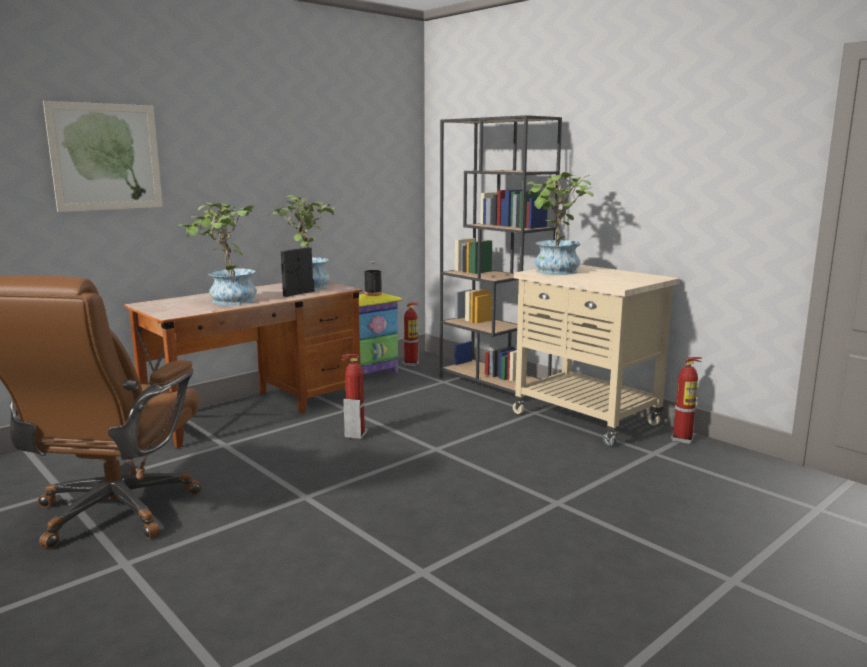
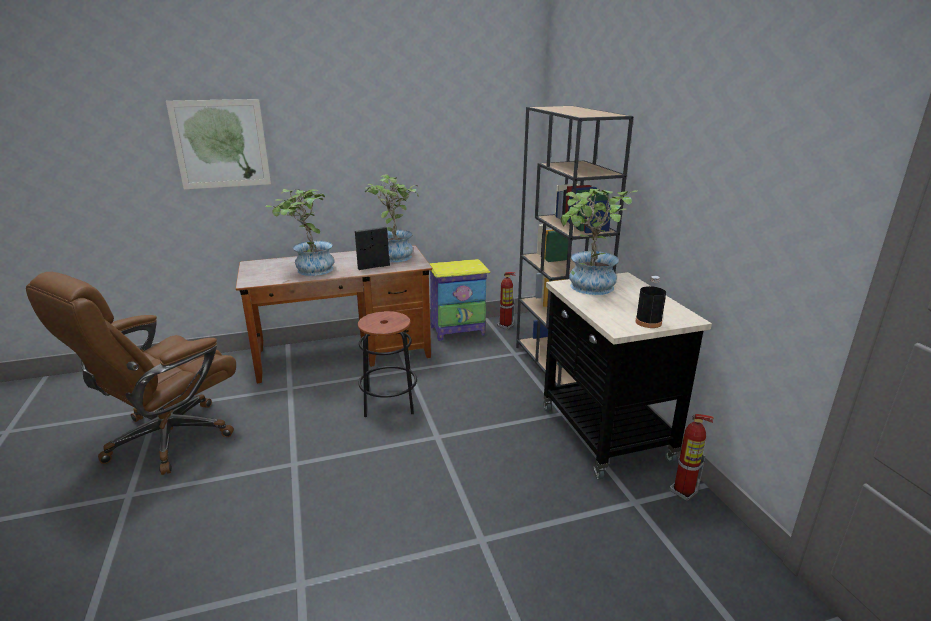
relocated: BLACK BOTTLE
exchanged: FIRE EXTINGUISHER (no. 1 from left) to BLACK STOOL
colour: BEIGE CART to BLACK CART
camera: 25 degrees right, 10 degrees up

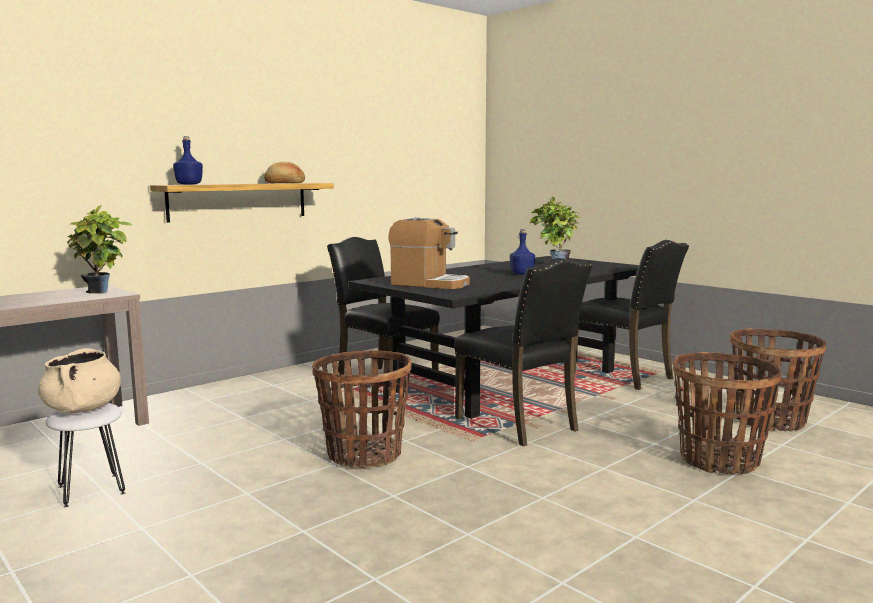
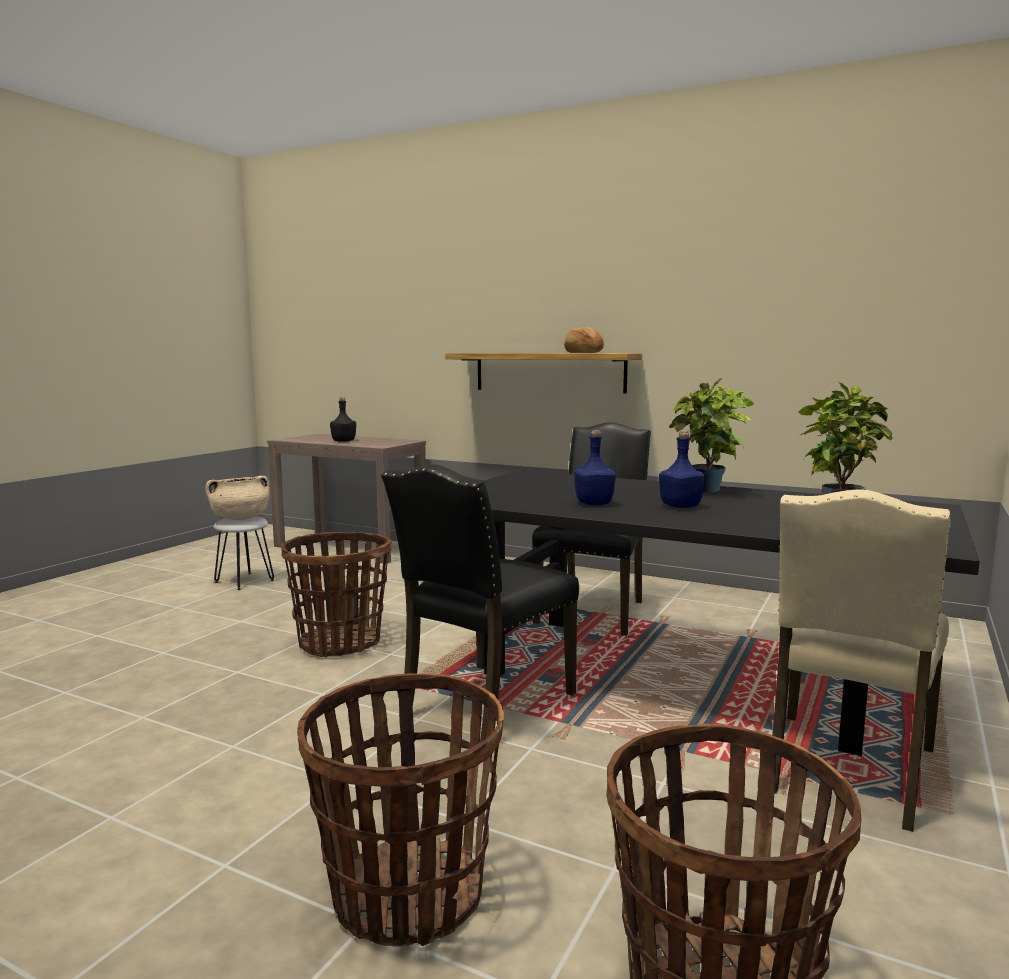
missing: COFFEE MACHINE
appeared: BLACK BOTTLE
relocated: POTTED PLANT (no. 1 from left); BLUE BOTTLE (no. 1 from left)
colour: BLACK CHAIR (no. 3 from left) to BEIGE CHAIR
camera: 70 degrees right, 0 degrees up

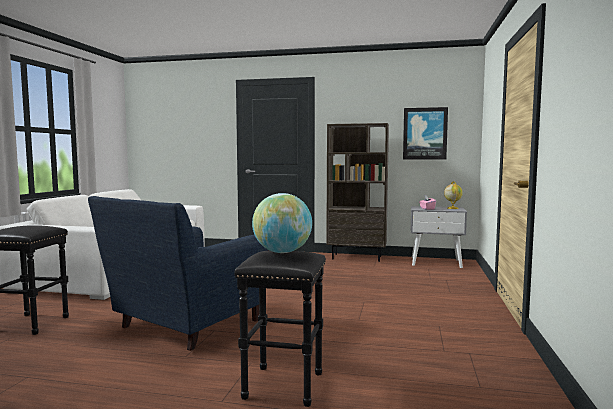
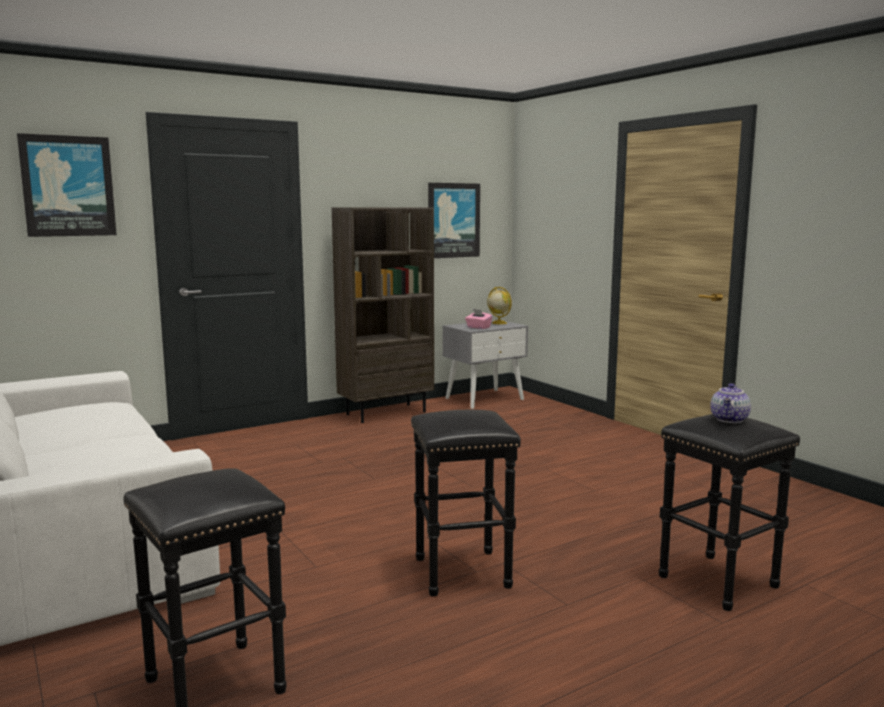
appeared: PICTURE (no. 1 from left)
exchanged: BLUE ARMCHAIR to BLACK STOOL (no. 2 from left); GLOBE (no. 1 from left) to TEAPOT
camera: 45 degrees left, 5 degrees up

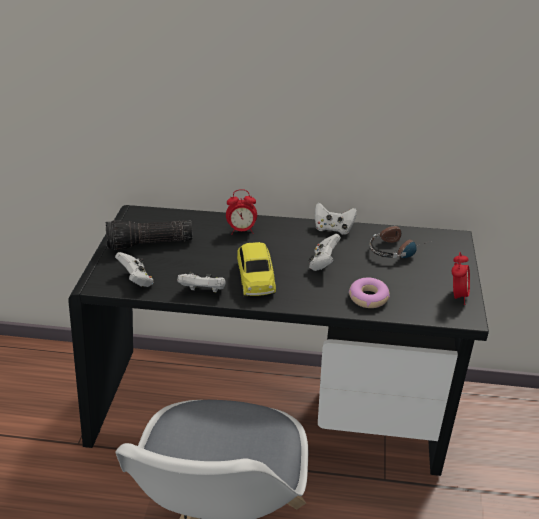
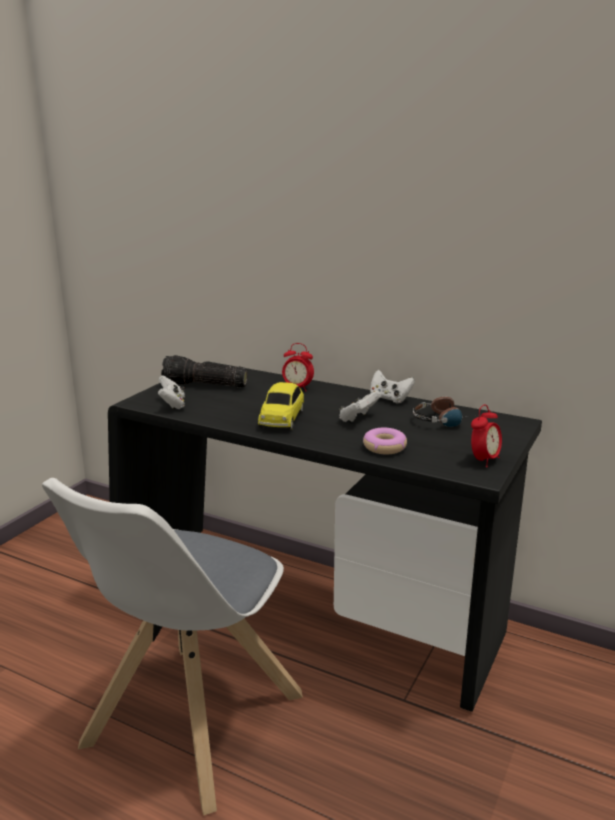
missing: WHITE GAME CONTROLLER (no. 2 from left)
camera: 20 degrees right, 15 degrees down

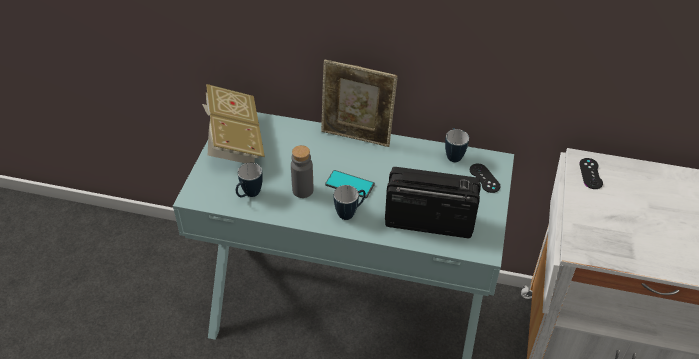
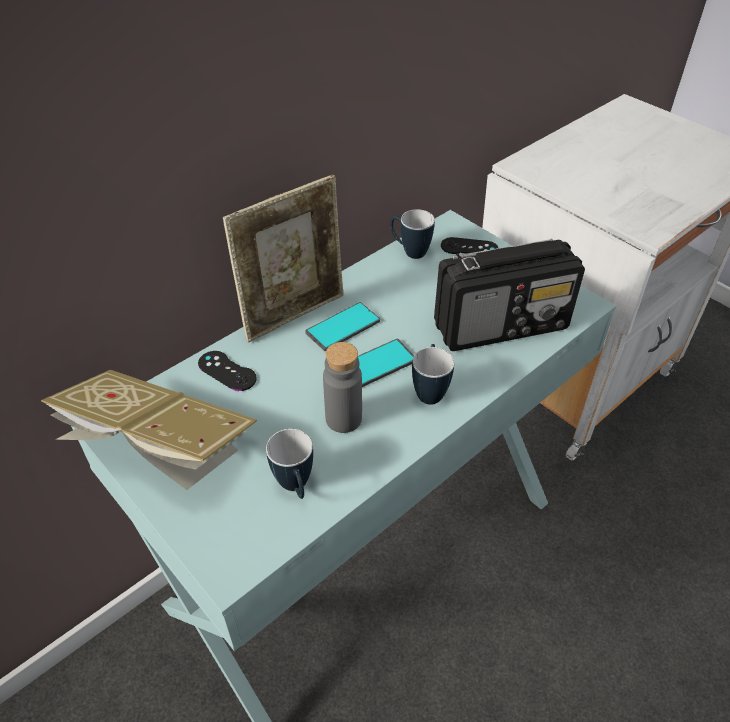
appeared: PHONE (no. 1 from left)
relocated: BLACK GAME CONTROLLER (no. 2 from left in the first image) to BLACK GAME CONTROLLER (no. 1 from left)
spun: RADIO 150 degrees counterclockwise
camera: 55 degrees left, 0 degrees up

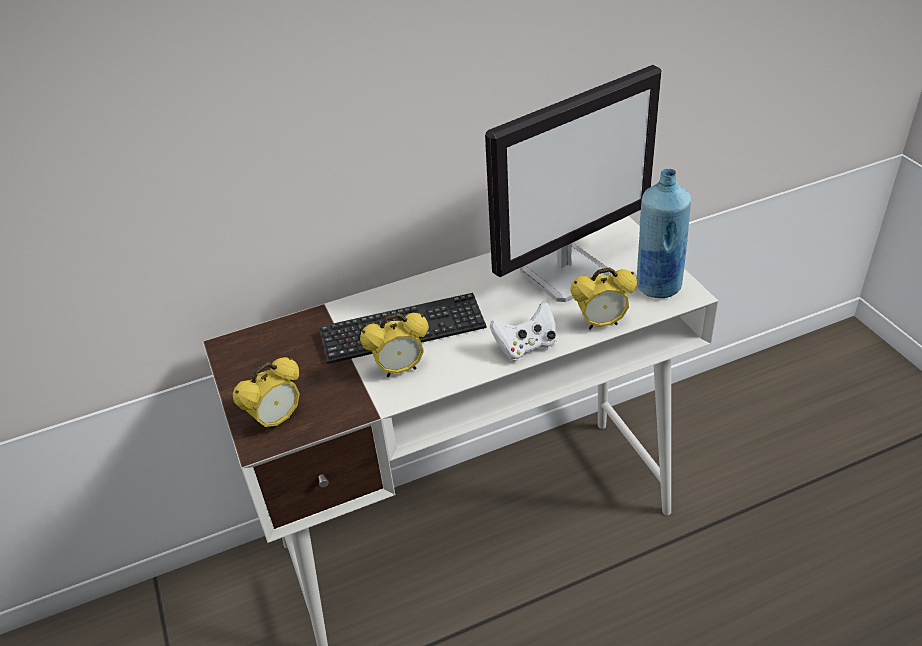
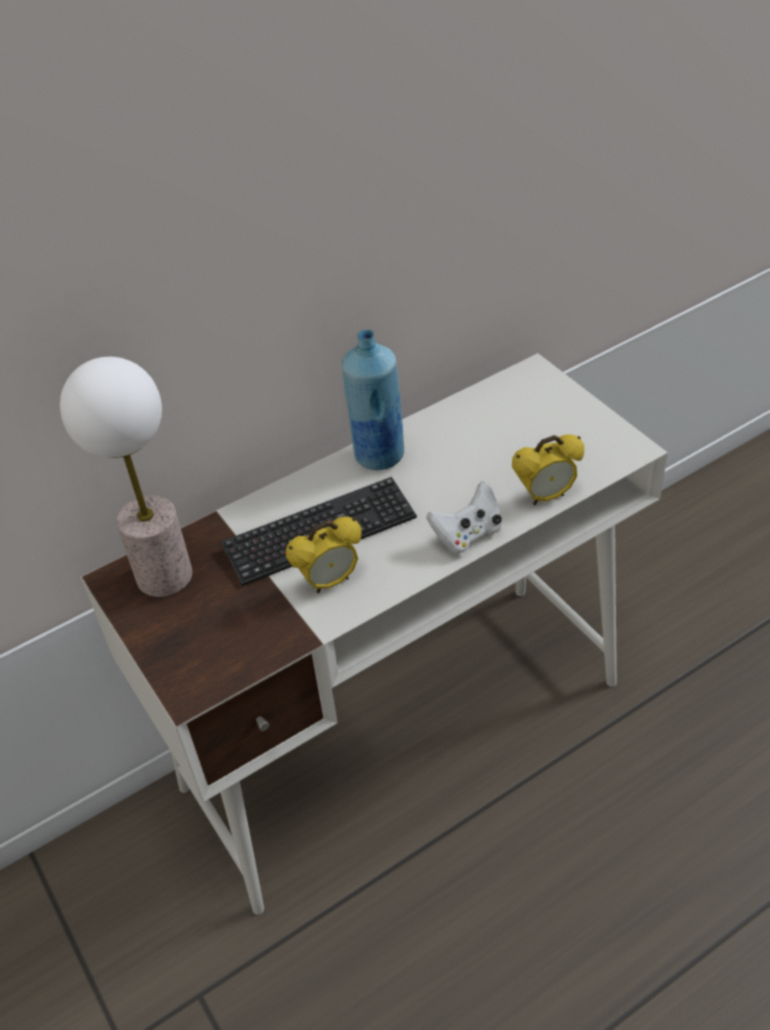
missing: ALARM CLOCK (no. 1 from left); MONITOR
appeared: TABLE LAMP
relocated: BLUE BOTTLE
camera: 10 degrees left, 5 degrees up

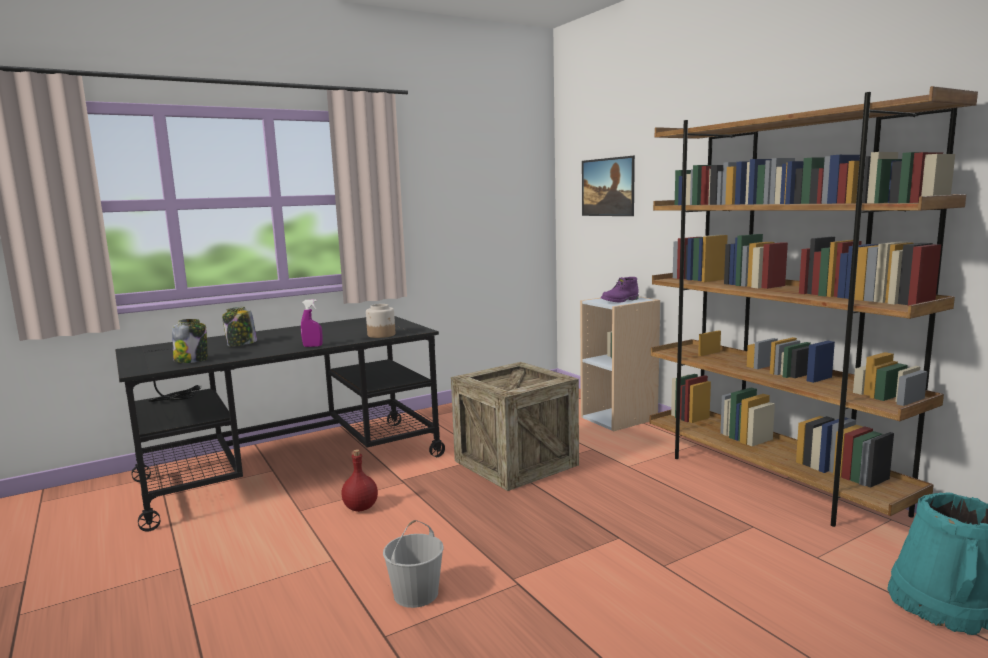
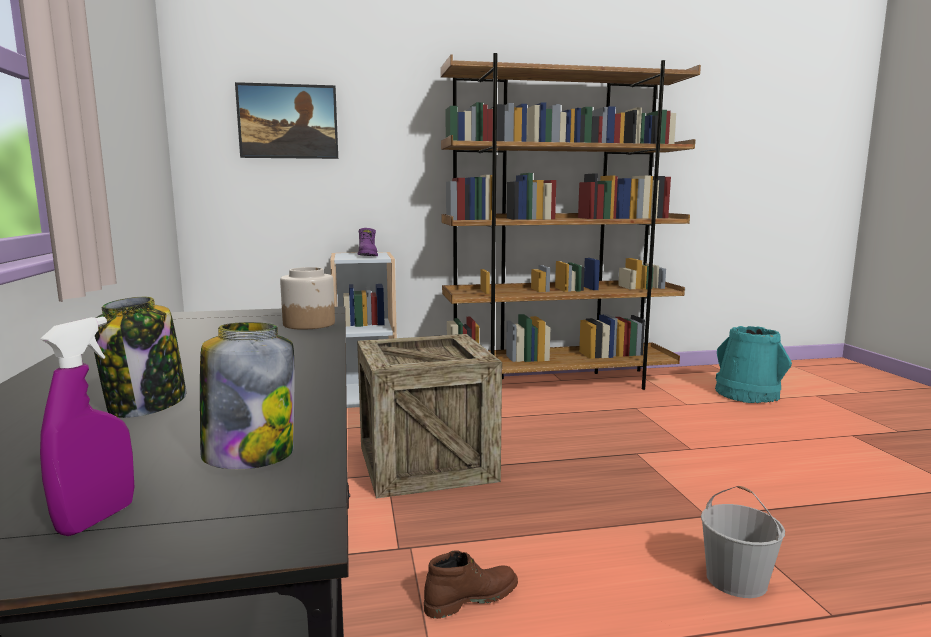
relocated: PURPLE SPRAY BOTTLE
exchanged: RED BOTTLE to BROWN BOOT
camera: 70 degrees left, 0 degrees up

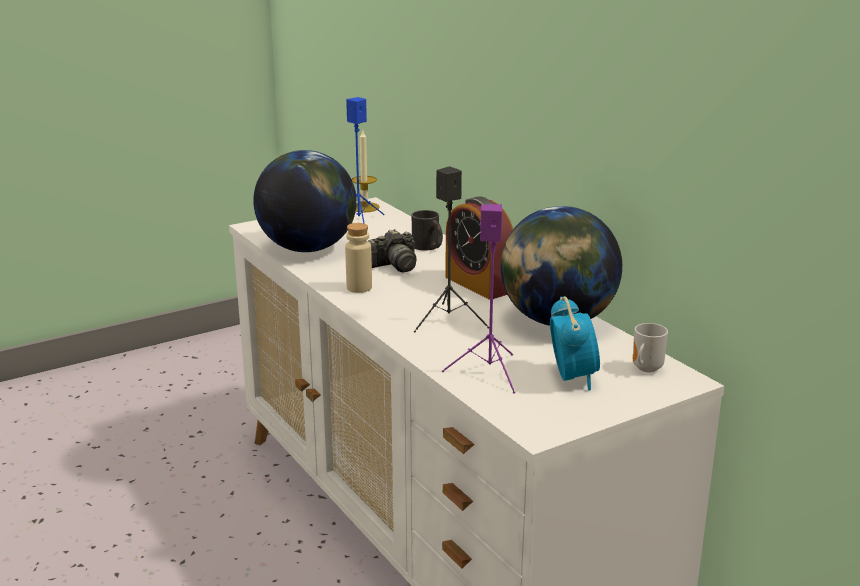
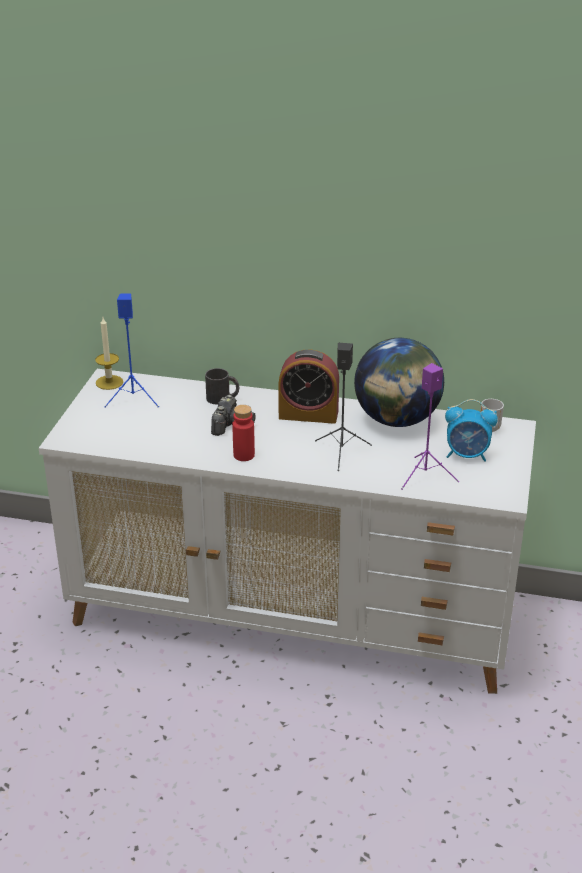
missing: GLOBE (no. 1 from left)
colour: BEIGE BOTTLE to RED BOTTLE
spun: ALARM CLOCK (no. 2 from left) 150 degrees clockwise
camera: 45 degrees left, 10 degrees up

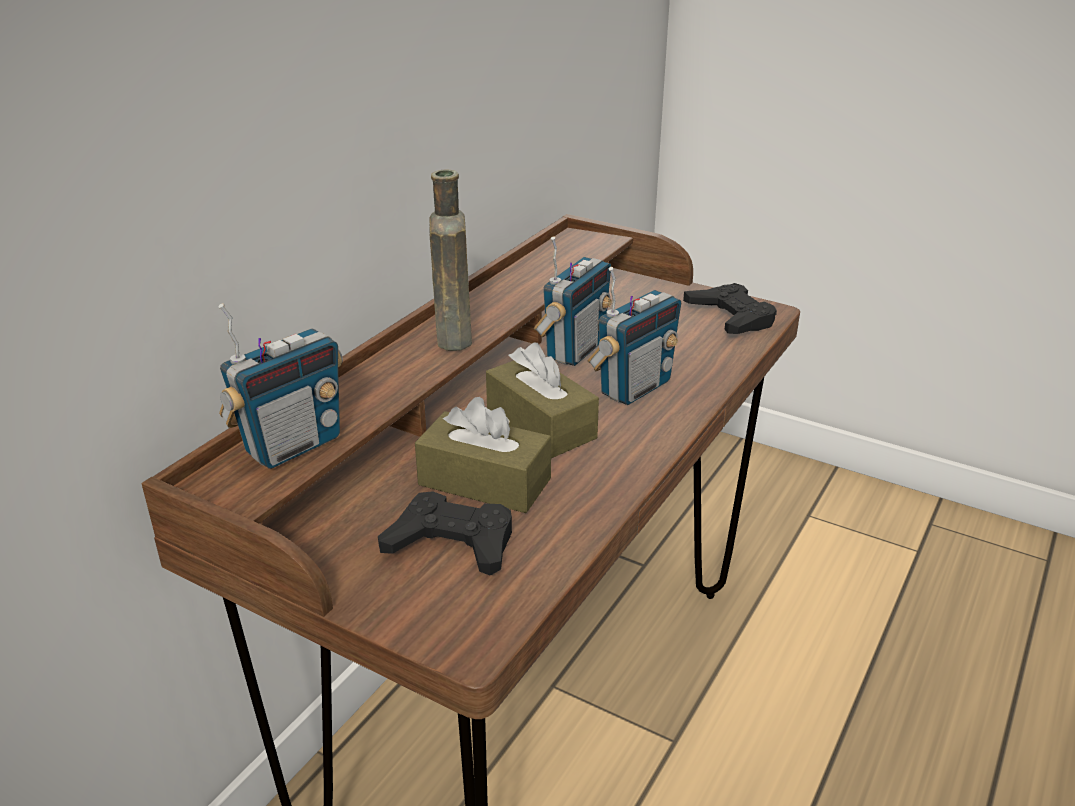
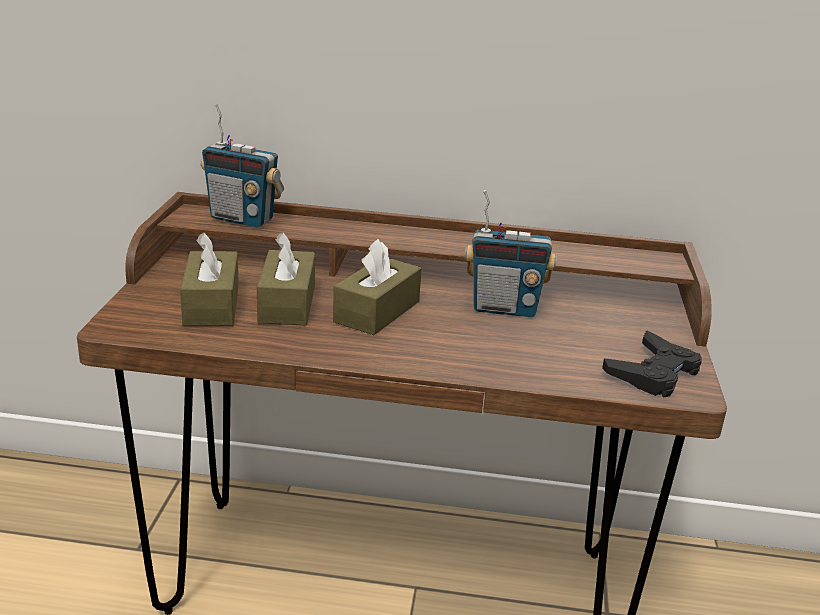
missing: BROWN BOTTLE; RADIO (no. 3 from left)
exchanged: BLACK GAME CONTROLLER (no. 1 from left) to BROWN TISSUE BOX (no. 1 from left)
camera: 65 degrees right, 5 degrees down

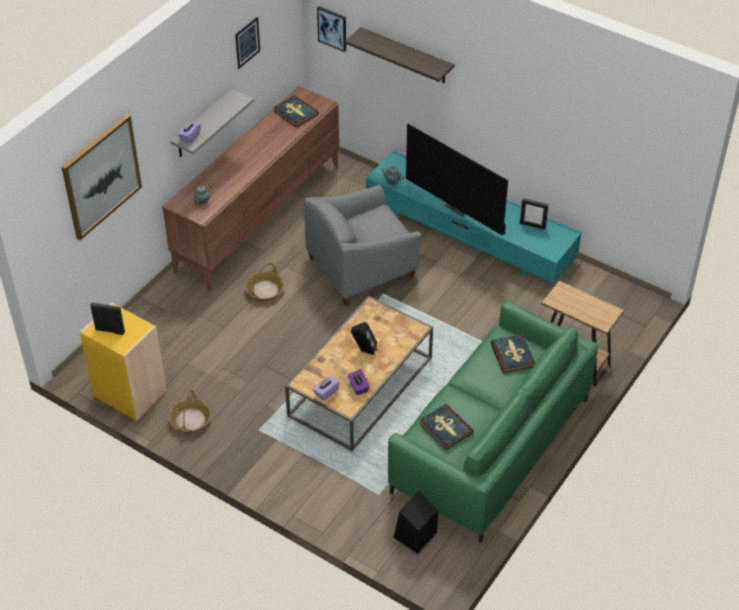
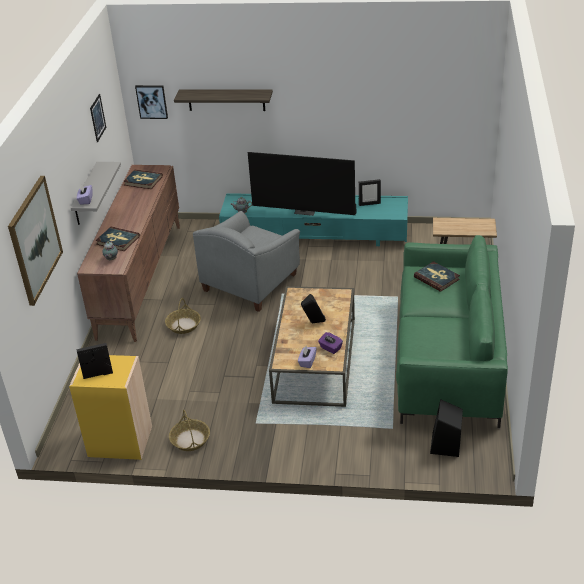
relocated: BOOK (no. 2 from left in the first image) to BOOK (no. 1 from left)
camera: 25 degrees left, 10 degrees down

